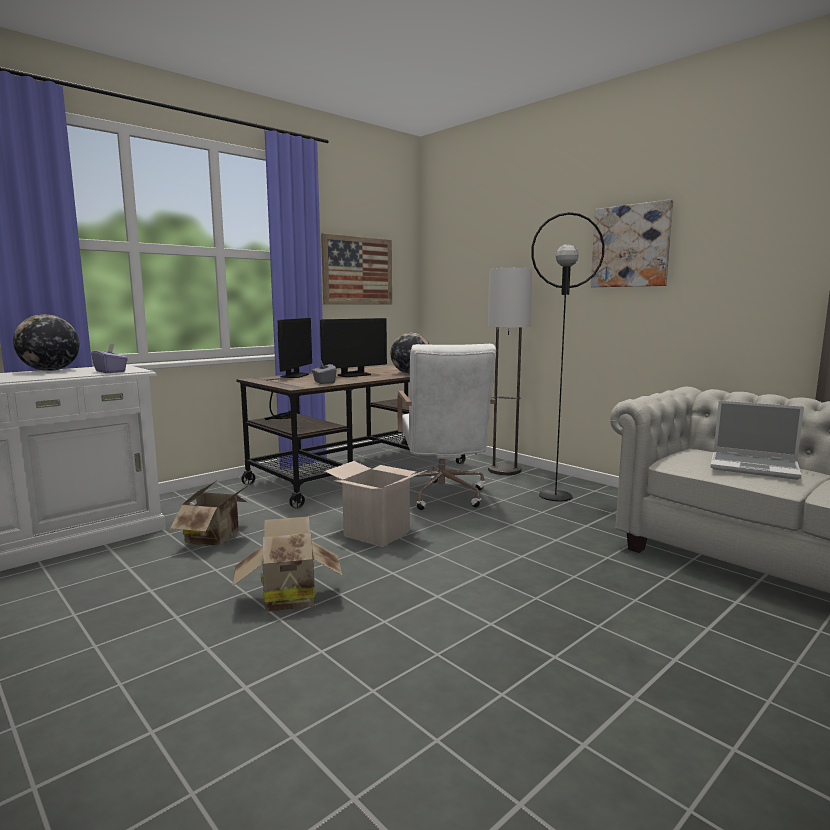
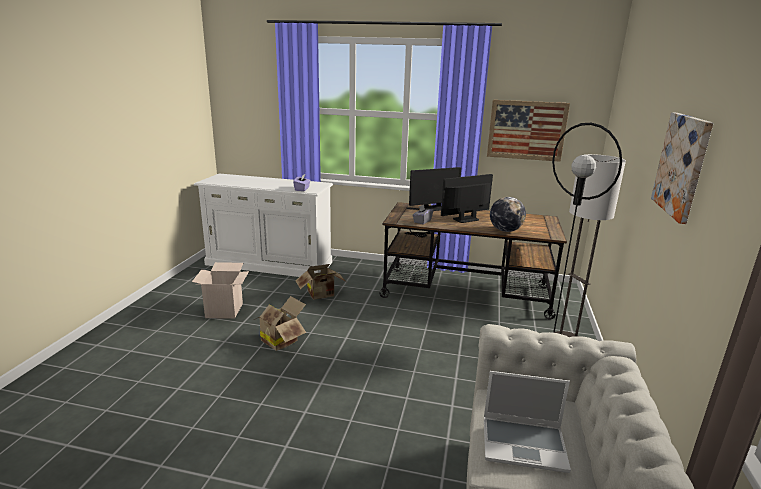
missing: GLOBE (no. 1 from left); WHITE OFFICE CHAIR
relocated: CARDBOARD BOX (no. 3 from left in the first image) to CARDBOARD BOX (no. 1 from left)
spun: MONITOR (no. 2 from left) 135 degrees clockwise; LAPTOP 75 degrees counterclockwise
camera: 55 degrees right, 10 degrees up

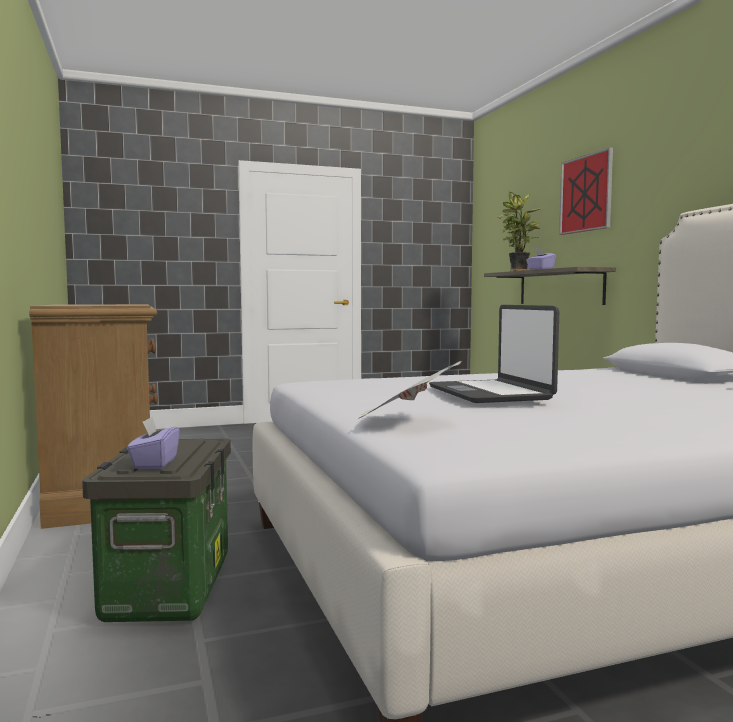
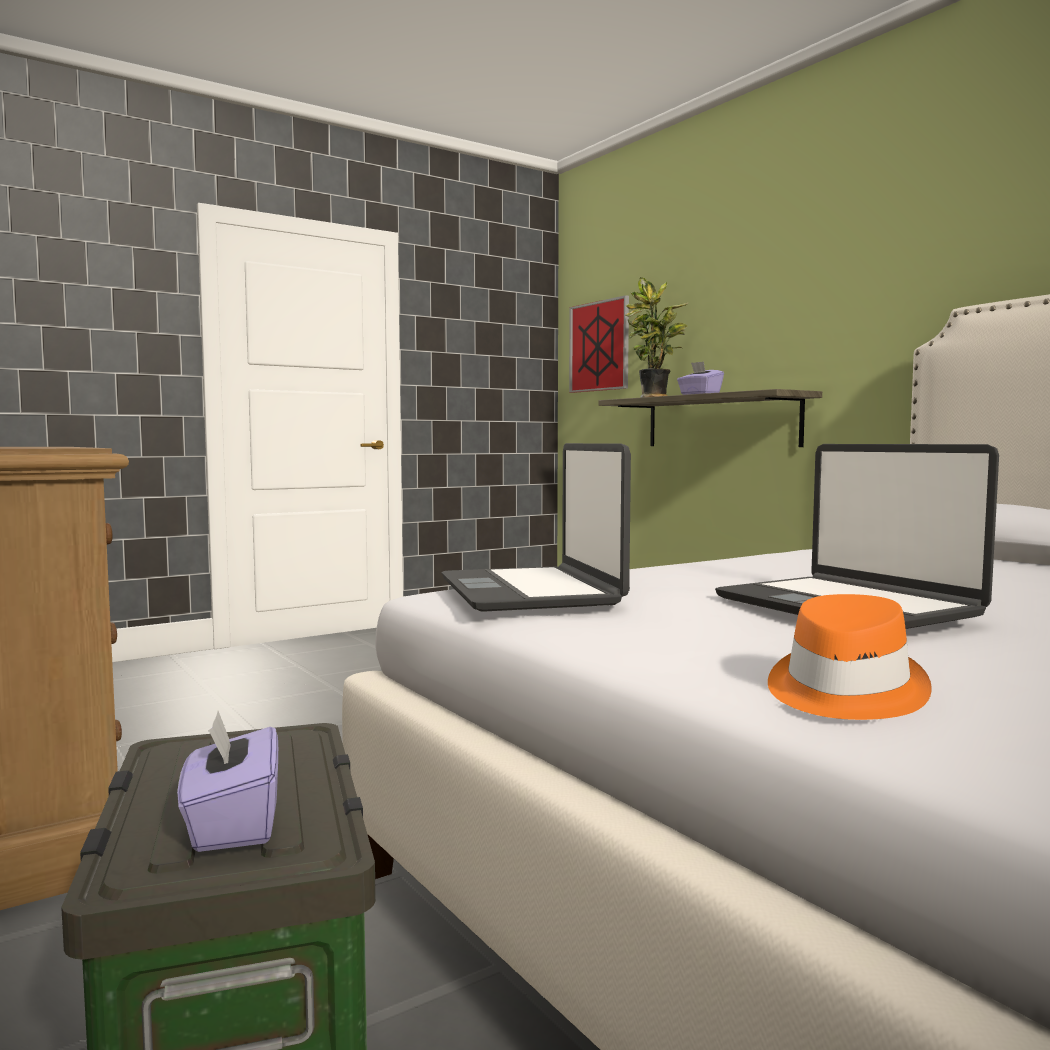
appeared: LAPTOP (no. 1 from left)
relocated: PICTURE
exchanged: NEWSPAPER to ORANGE HAT
camera: 15 degrees left, 0 degrees up

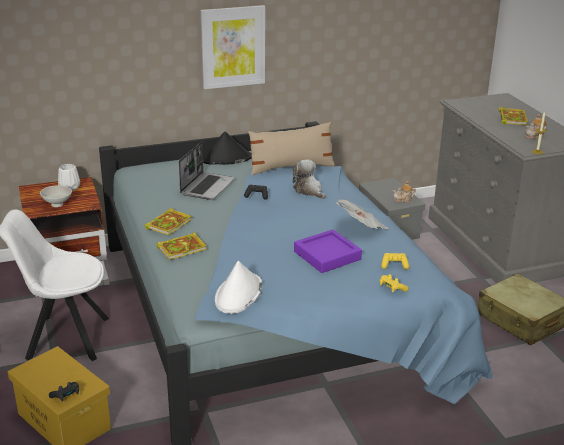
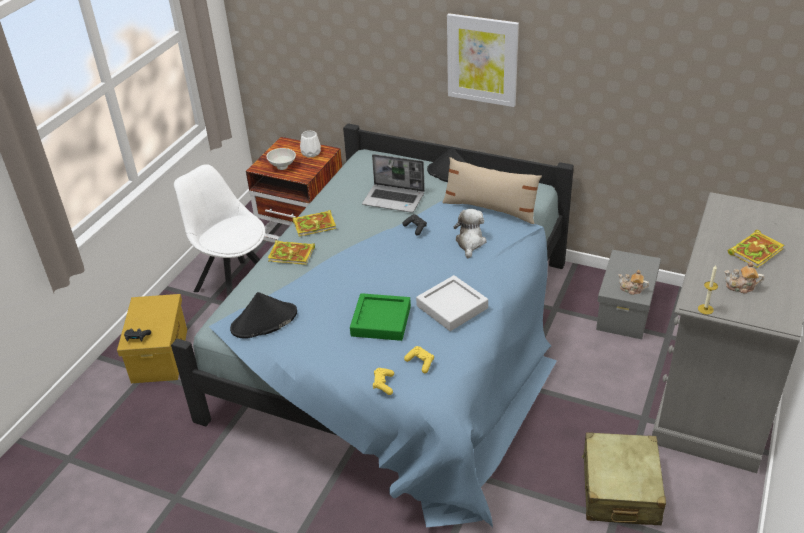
exchanged: NEWSPAPER to GREY TRAY
colour: WHITE HAT to BLACK HAT (no. 1 from left); PURPLE TRAY to GREEN TRAY
spun: LAPTOP 45 degrees clockwise
camera: 45 degrees right, 10 degrees up

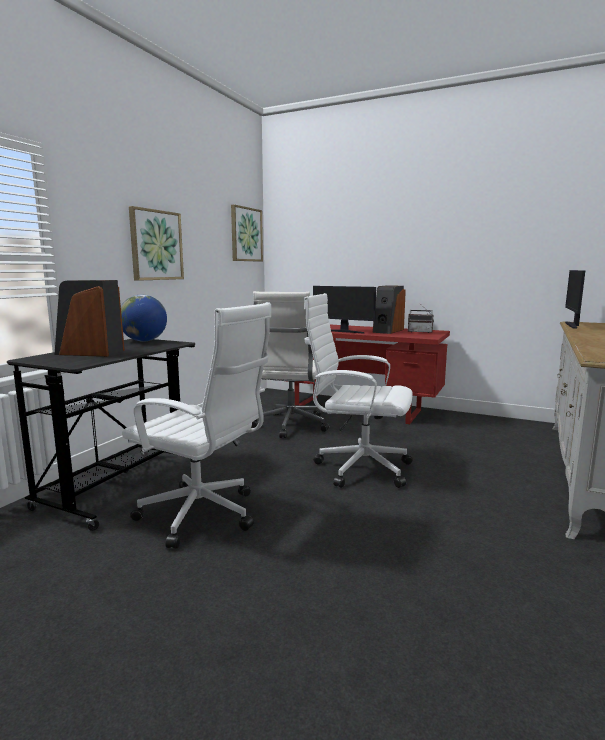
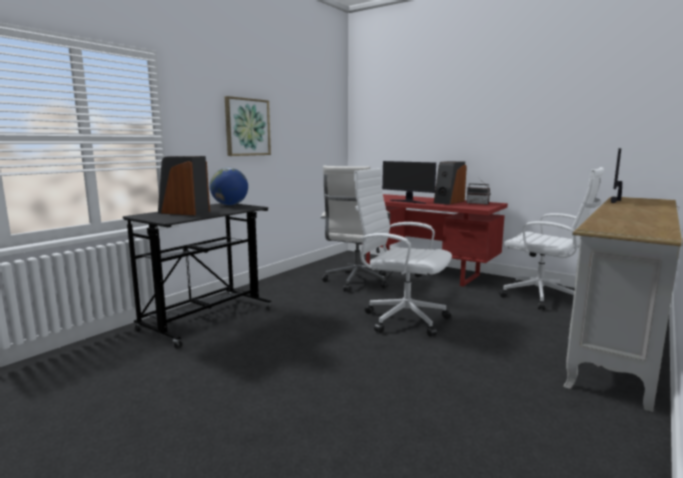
missing: PICTURE (no. 2 from left)
relocated: WHITE OFFICE CHAIR (no. 1 from left in the first image) to WHITE OFFICE CHAIR (no. 3 from left)
camera: 10 degrees right, 0 degrees up

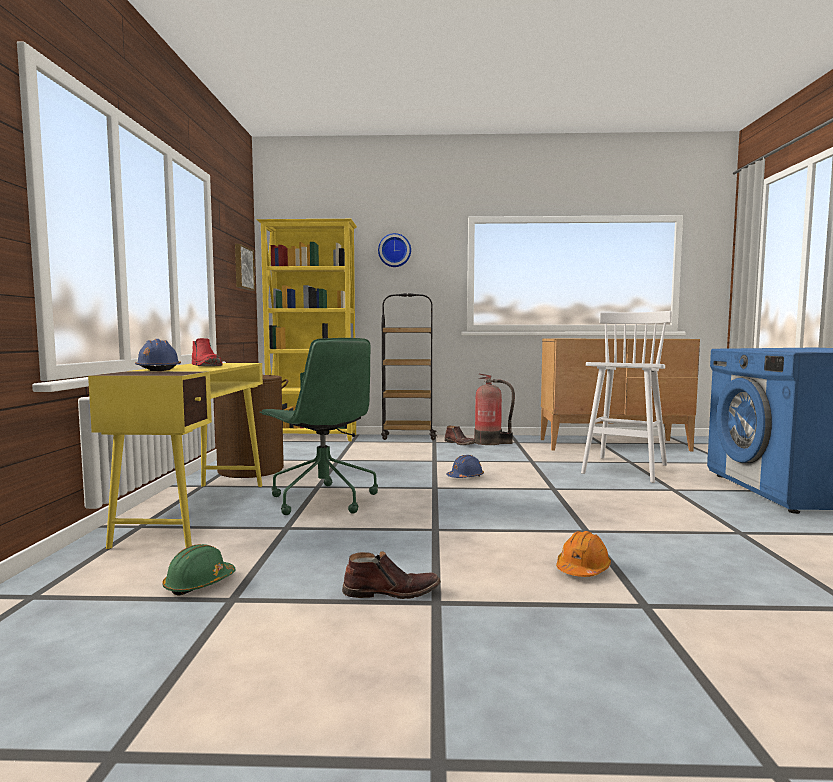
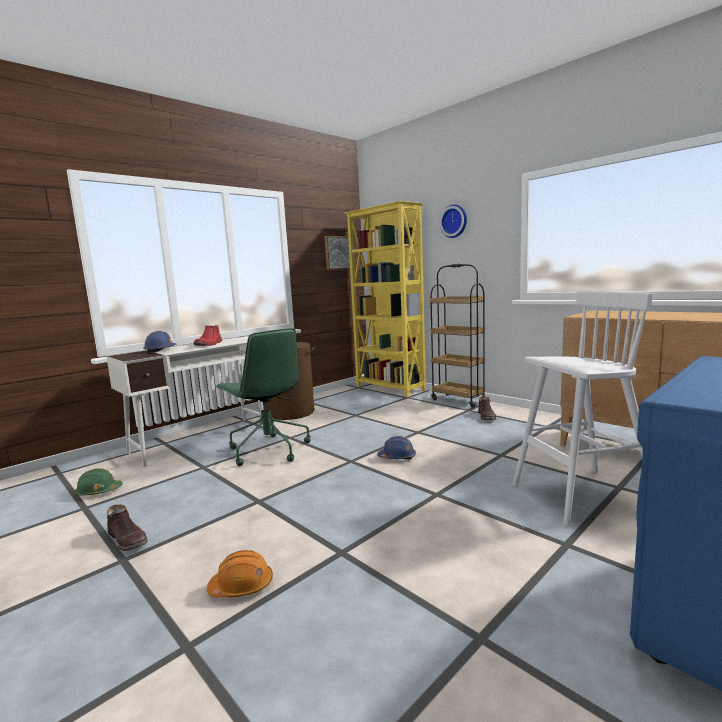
missing: FIRE EXTINGUISHER
colour: YELLOW DESK to WHITE DESK
spun: GREEN OFFICE CHAIR 45 degrees counterclockwise
camera: 45 degrees right, 5 degrees up

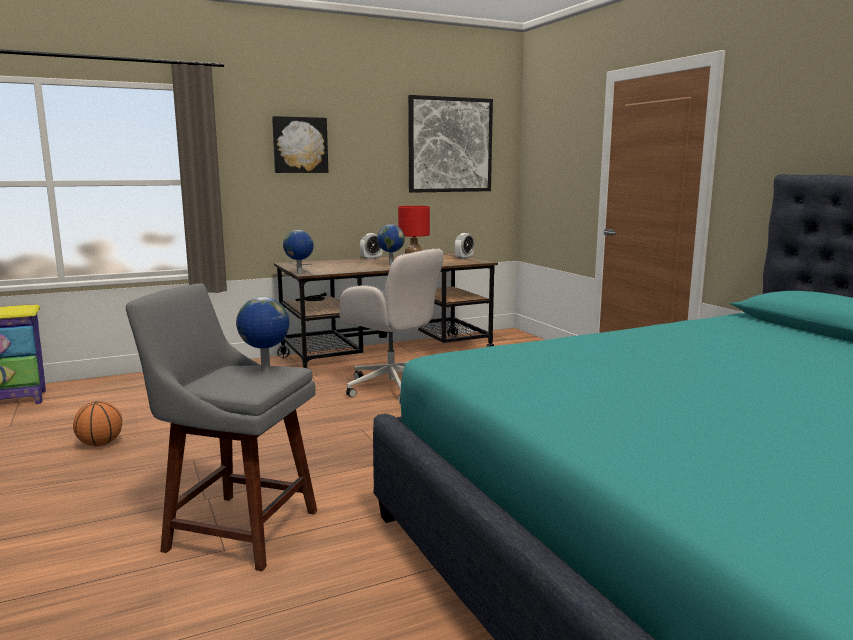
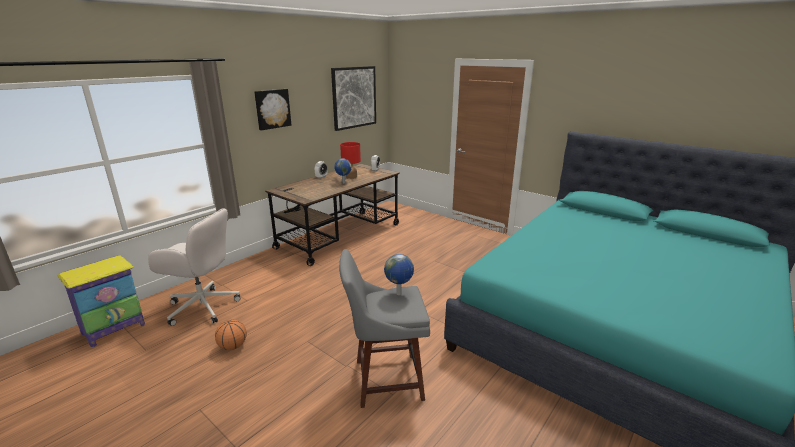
missing: GLOBE (no. 2 from left)
relocated: WHITE OFFICE CHAIR
camera: 25 degrees left, 10 degrees up

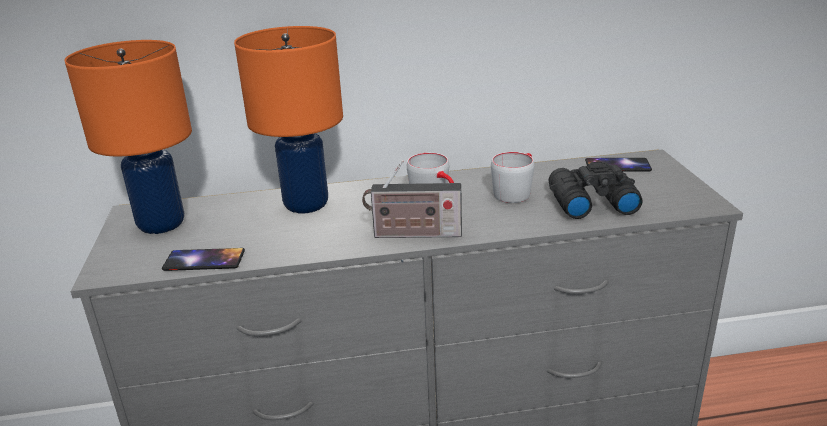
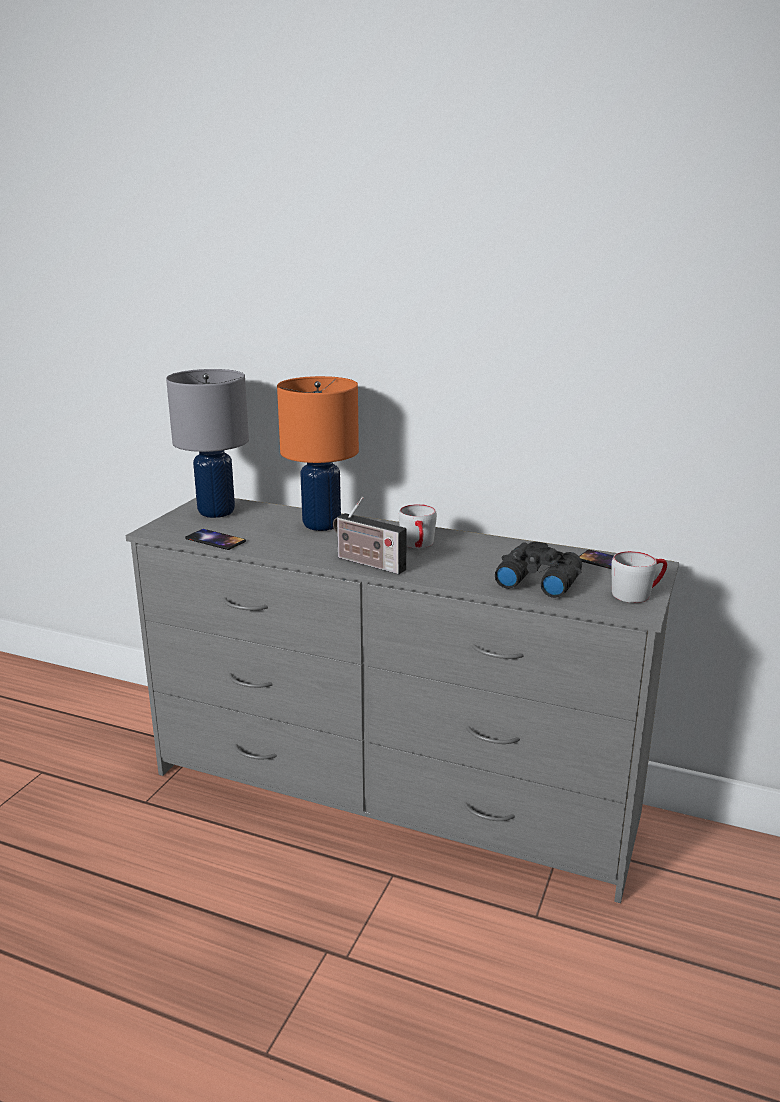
relocated: GREY MUG (no. 2 from left)
colour: ORANGE TABLE LAMP (no. 1 from left) to GREY TABLE LAMP
camera: 30 degrees right, 5 degrees down

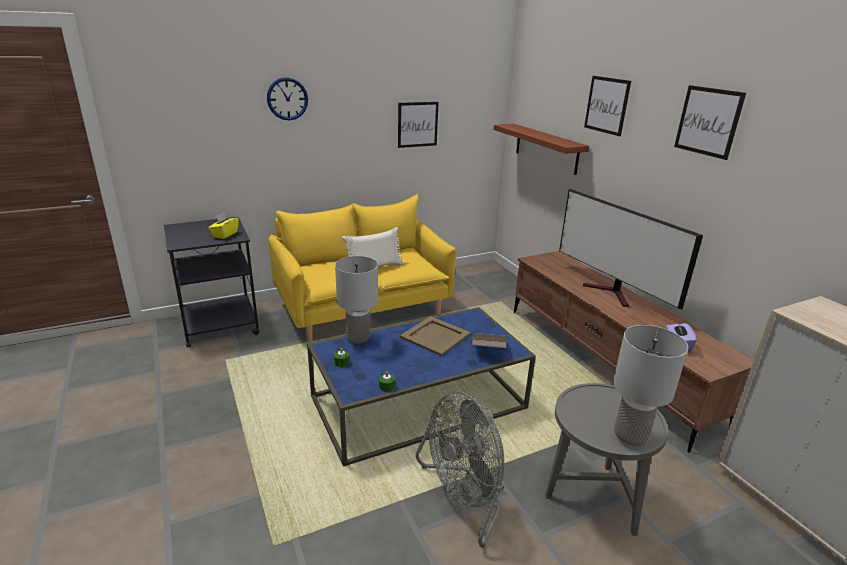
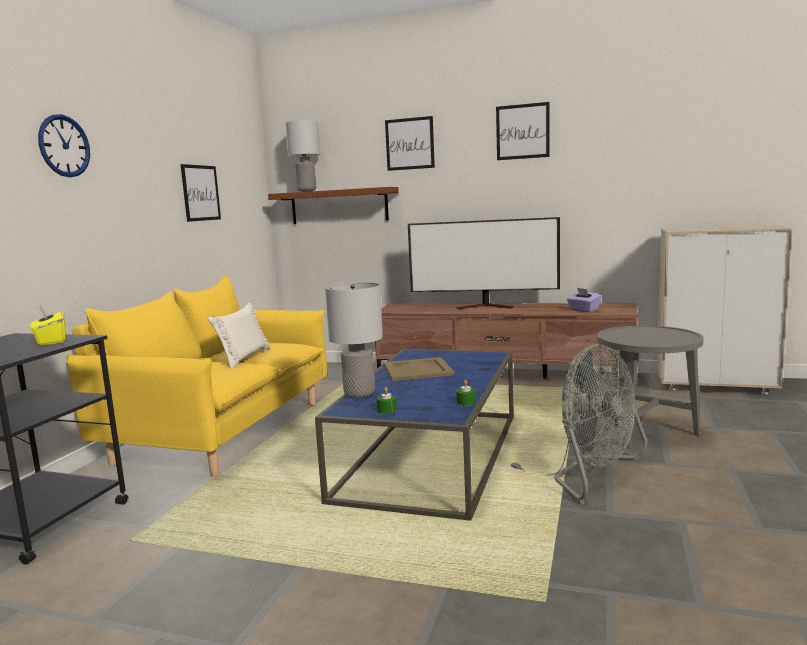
missing: BROWN BOOK
relocated: GREY TABLE LAMP (no. 2 from left in the first image) to GREY TABLE LAMP (no. 1 from left)
spun: GREY FAN 60 degrees counterclockwise
camera: 45 degrees left, 15 degrees down

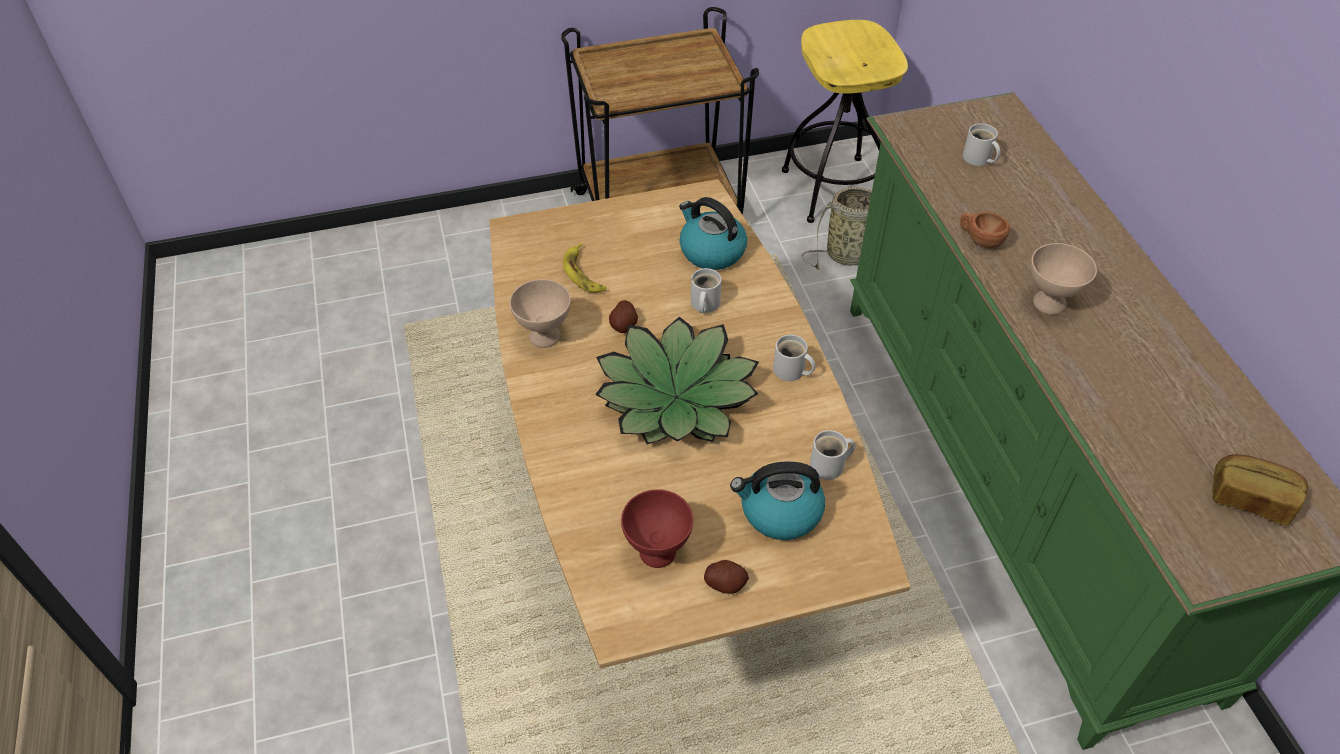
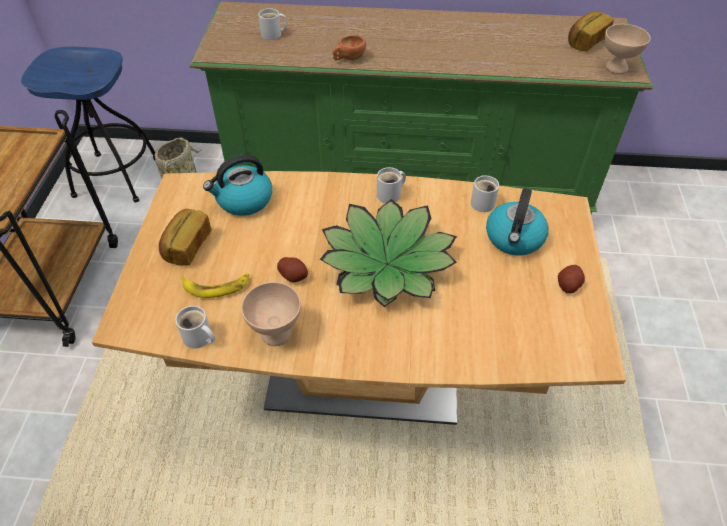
missing: RED BOWL
appeared: BREAD (no. 1 from left)
relocated: WHITE MUG (no. 1 from left); BEIGE BOWL (no. 2 from left)
colour: YELLOW STOOL to BLUE STOOL
camera: 70 degrees left, 0 degrees up

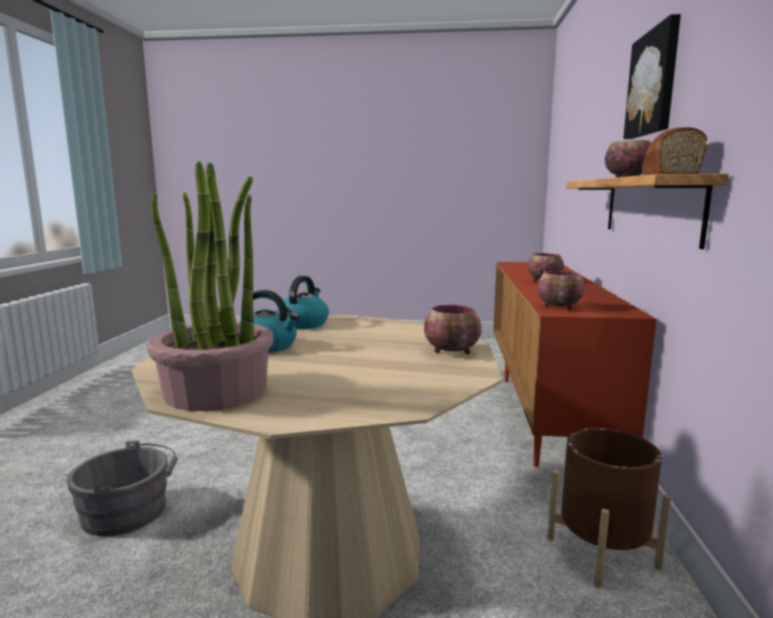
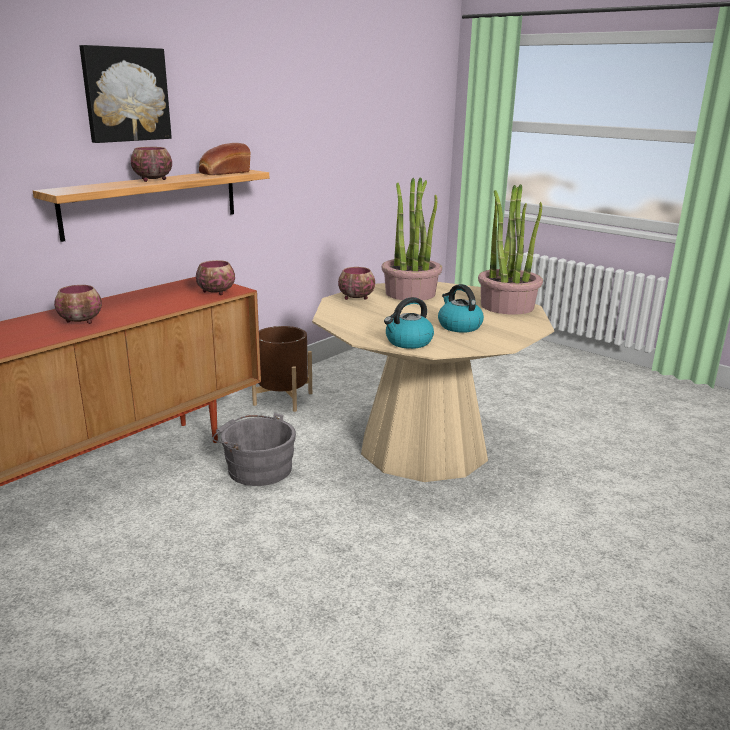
appeared: POTTED PLANT (no. 1 from left)
relocated: GREY BUCKET
camera: 145 degrees left, 10 degrees up

